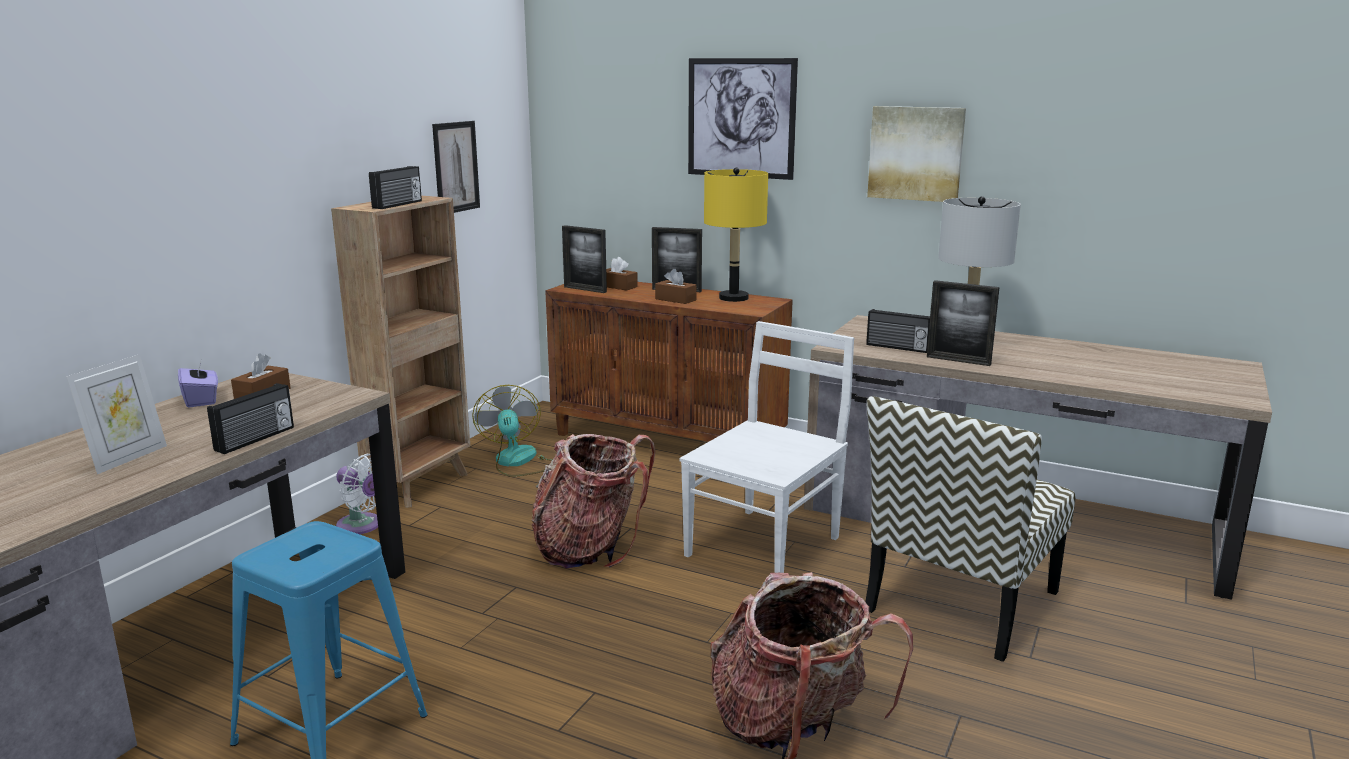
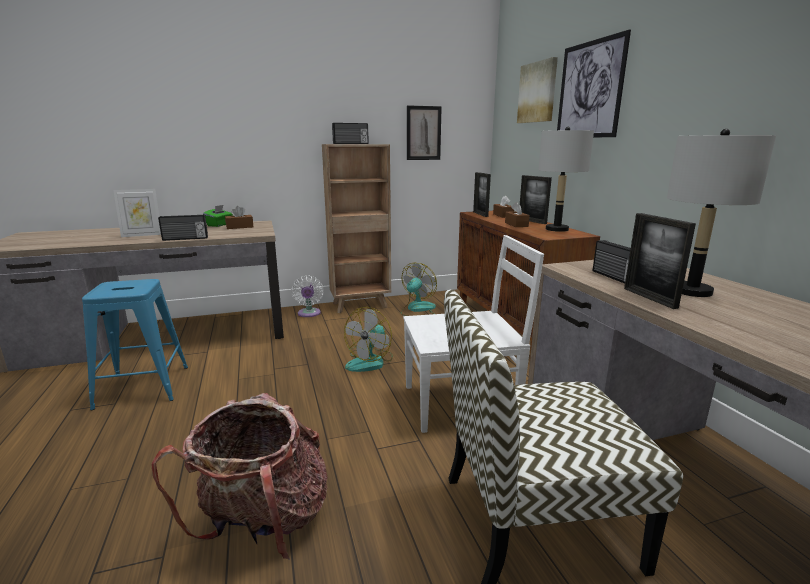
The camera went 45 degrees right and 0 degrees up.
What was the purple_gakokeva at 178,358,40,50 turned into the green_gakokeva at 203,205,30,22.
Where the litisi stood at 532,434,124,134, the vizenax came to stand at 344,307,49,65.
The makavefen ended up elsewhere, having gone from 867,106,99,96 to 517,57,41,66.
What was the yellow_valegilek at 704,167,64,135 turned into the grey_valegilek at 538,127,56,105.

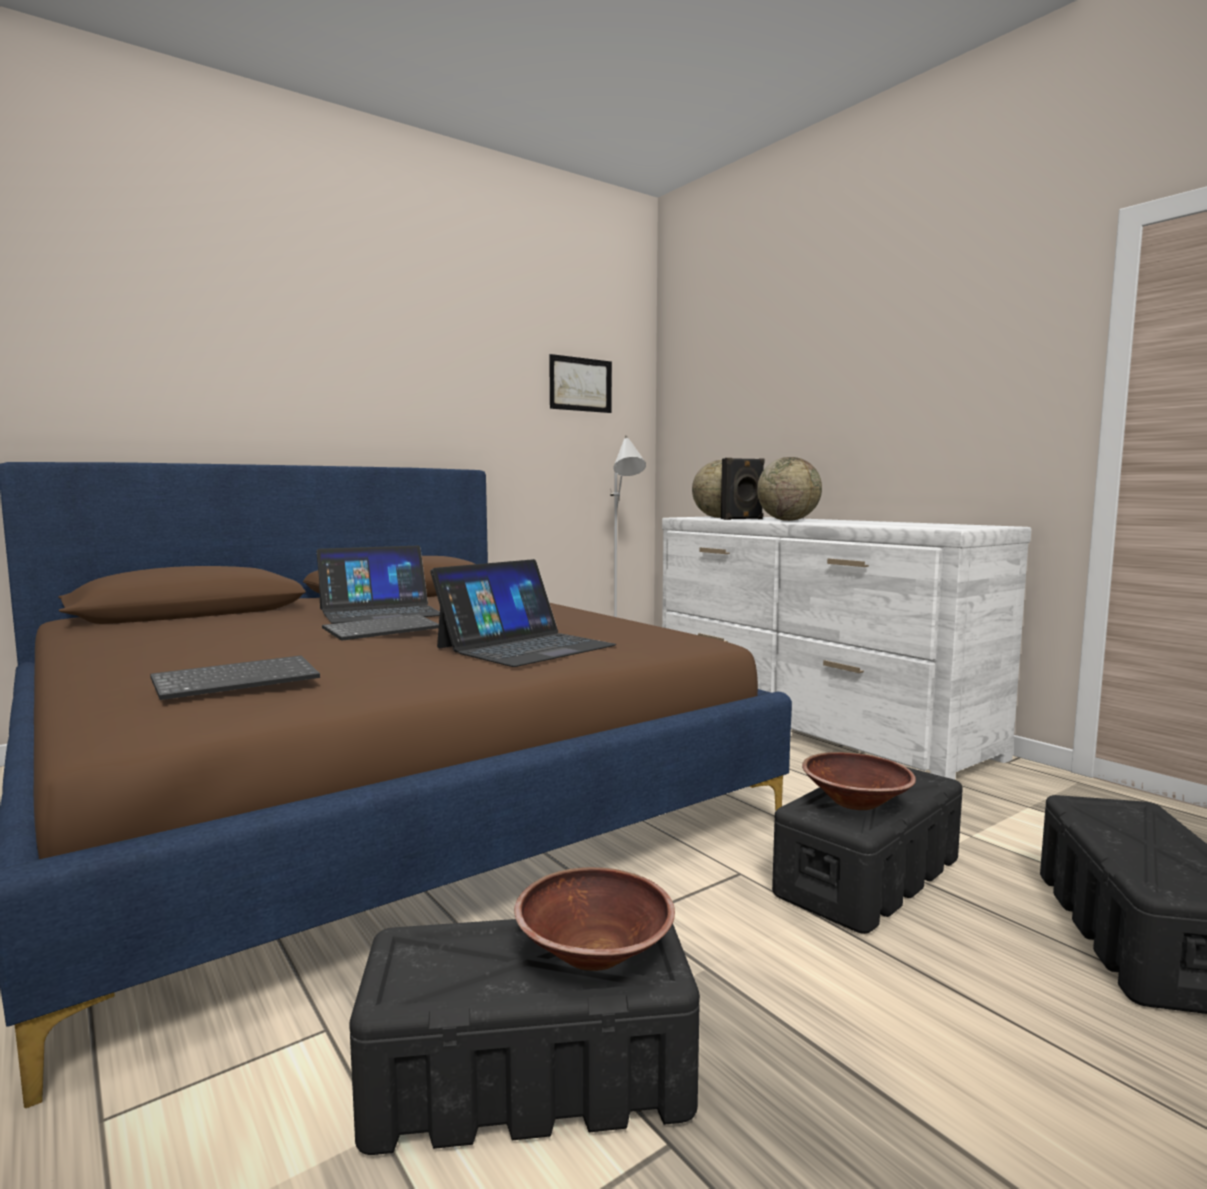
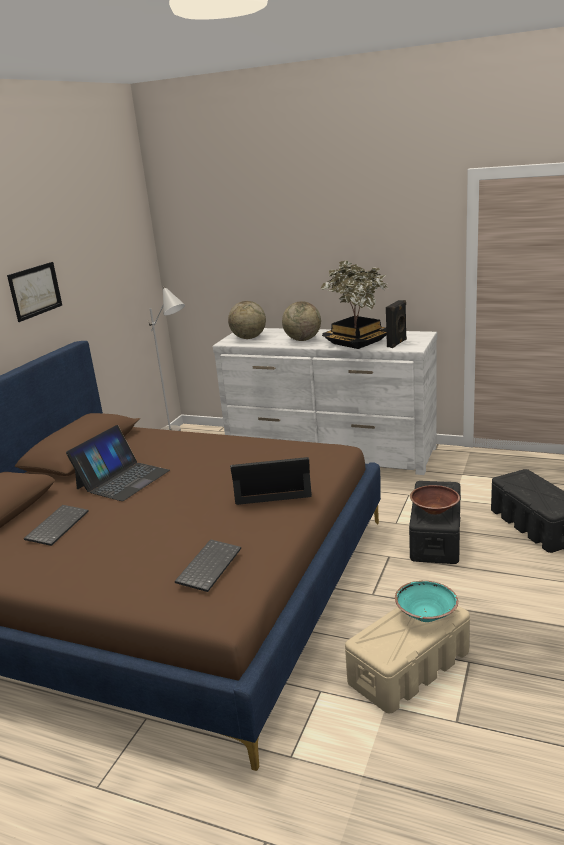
The camera went 30 degrees left and 15 degrees up.
The makavefen ended up elsewhere, having gone from 549,354,63,59 to 7,262,55,60.
The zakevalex ended up elsewhere, having gone from 322,614,117,27 to 24,505,65,41.
The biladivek at 430,559,187,108 ended up facing another way, 105 degrees counterclockwise from before.
The second view gained the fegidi at 321,260,67,89.
What was the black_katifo at 349,919,351,236 turned into the beige_katifo at 345,606,125,107.
The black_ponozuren ended up elsewhere, having gone from 721,458,43,62 to 386,300,21,48.
What was the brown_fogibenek at 514,867,161,104 turned into the turquoise_fogibenek at 395,581,63,41.

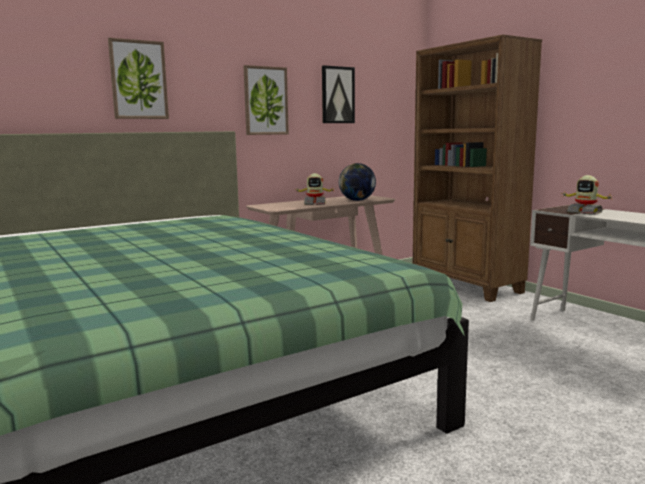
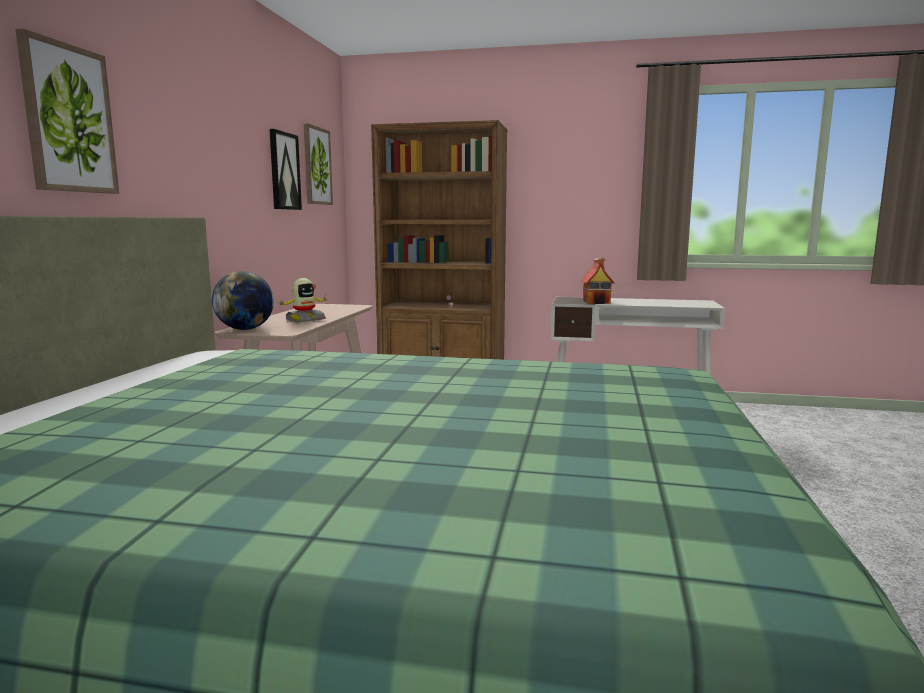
The camera went 45 degrees left and 0 degrees up.
The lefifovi ended up elsewhere, having gone from 339,163,37,38 to 212,271,62,59.
The makavefen ended up elsewhere, having gone from 243,65,46,70 to 304,123,29,82.
Where the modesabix stood at 563,175,49,40, the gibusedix came to stand at 581,258,34,46.

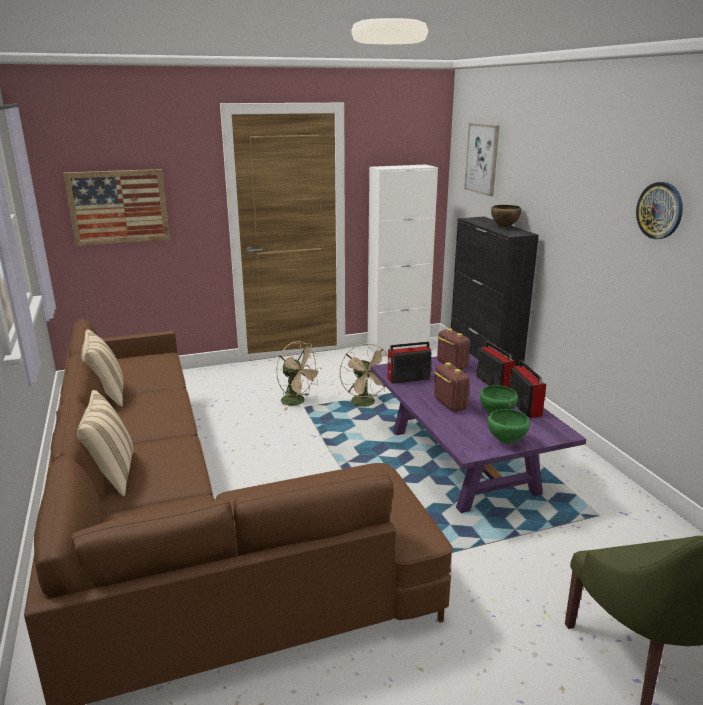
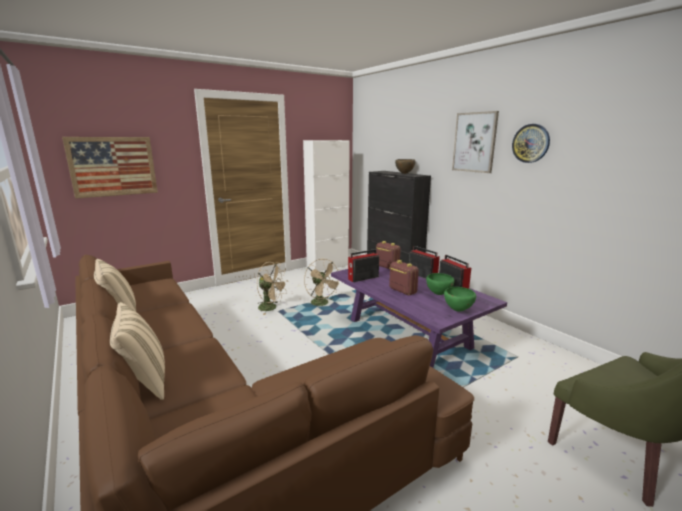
The camera went 15 degrees left and 5 degrees down.
The makavefen ended up elsewhere, having gone from 464,123,35,73 to 452,111,47,62.

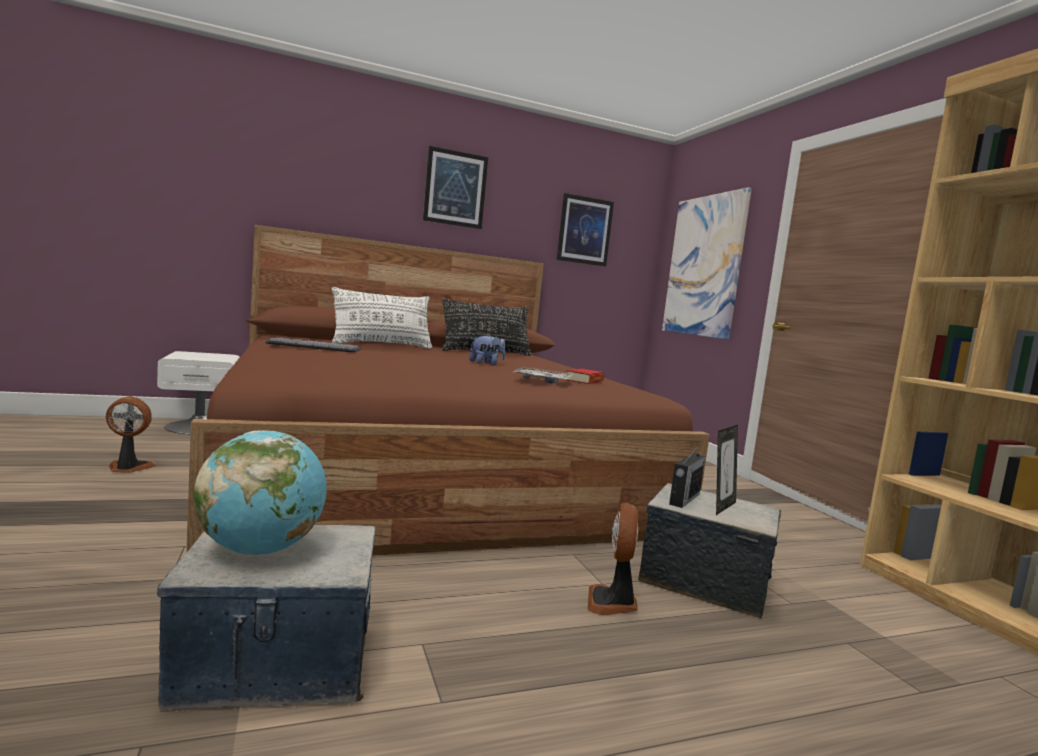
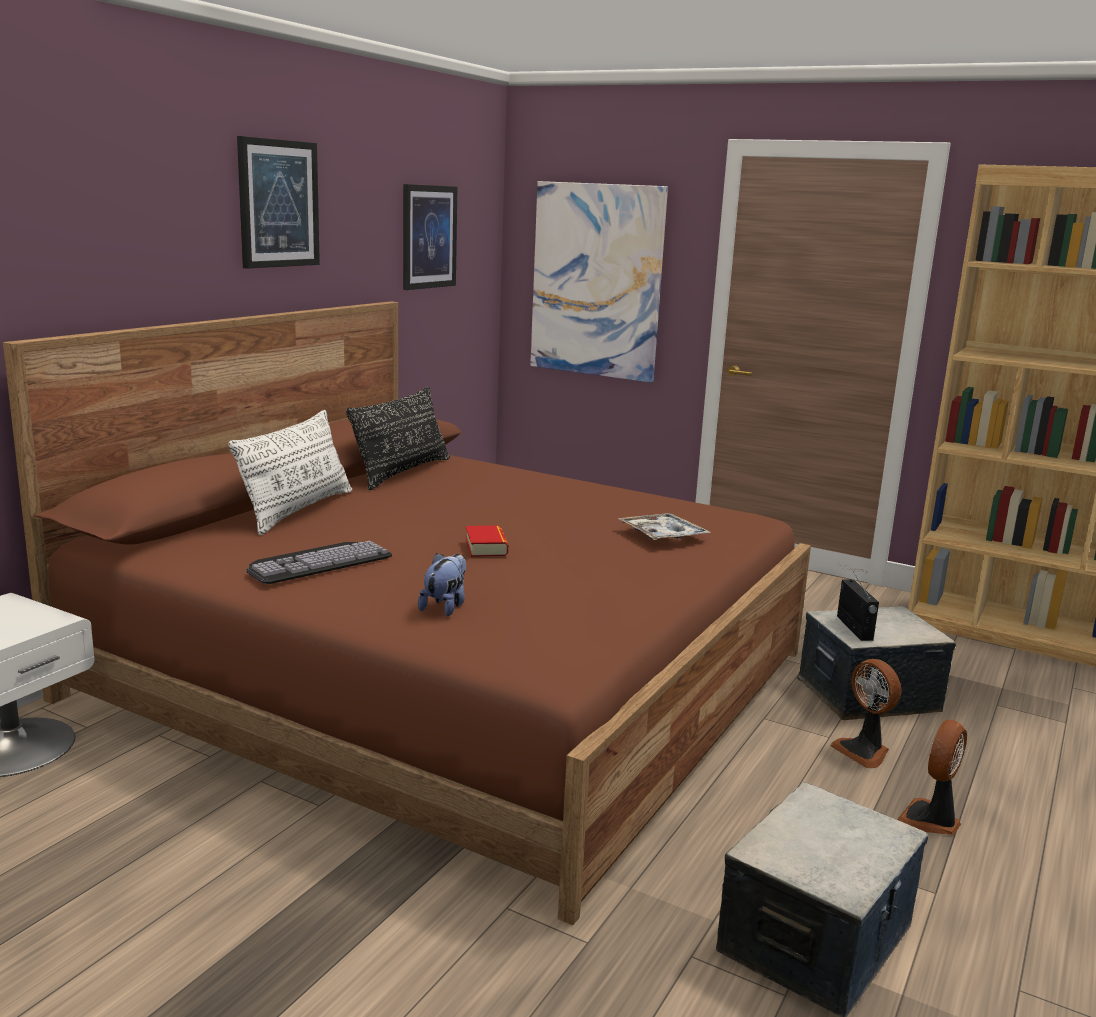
The camera went 40 degrees left and 10 degrees up.
The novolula ended up elsewhere, having gone from 469,335,36,30 to 418,553,48,63.
The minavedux ended up elsewhere, having gone from 566,369,38,15 to 466,526,42,31.
The vizenax ended up elsewhere, having gone from 106,397,50,76 to 897,720,70,115.
The second view lost the lefifovi at 194,430,133,125.
The second view lost the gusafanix at 716,425,22,90.

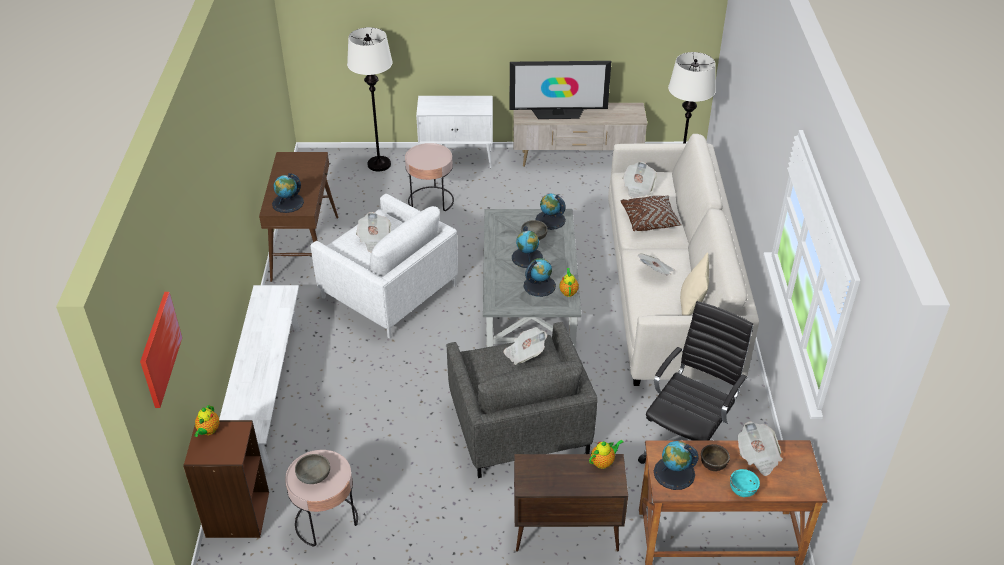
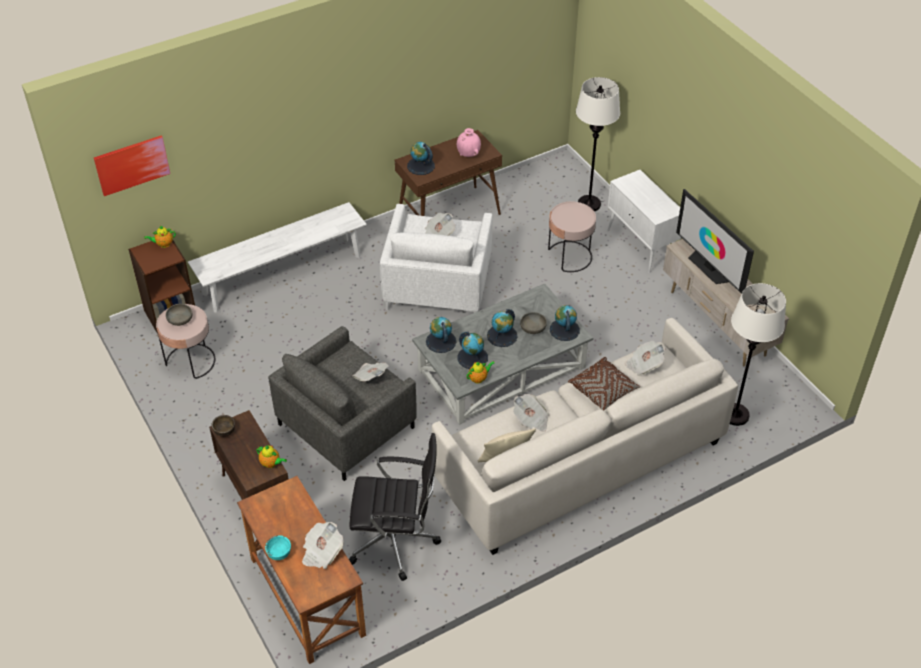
The camera went 60 degrees right and 5 degrees up.
The brown_fogibenek ended up elsewhere, having gone from 701,444,29,27 to 211,415,24,22.
The lefifovi ended up elsewhere, having gone from 654,441,45,49 to 426,317,30,36.
The second view gained the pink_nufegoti at 457,128,24,29.

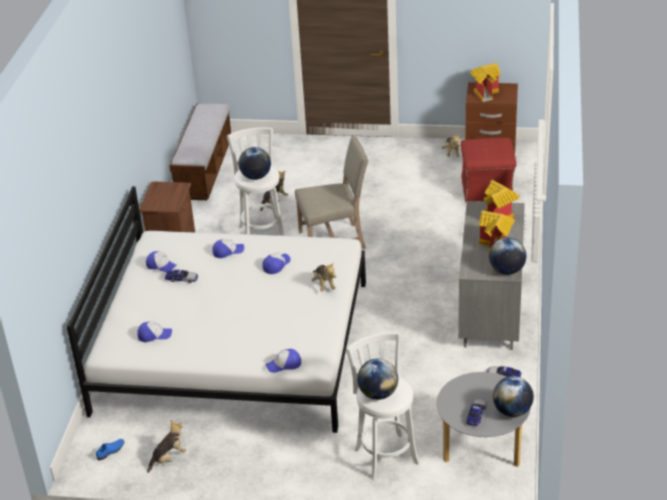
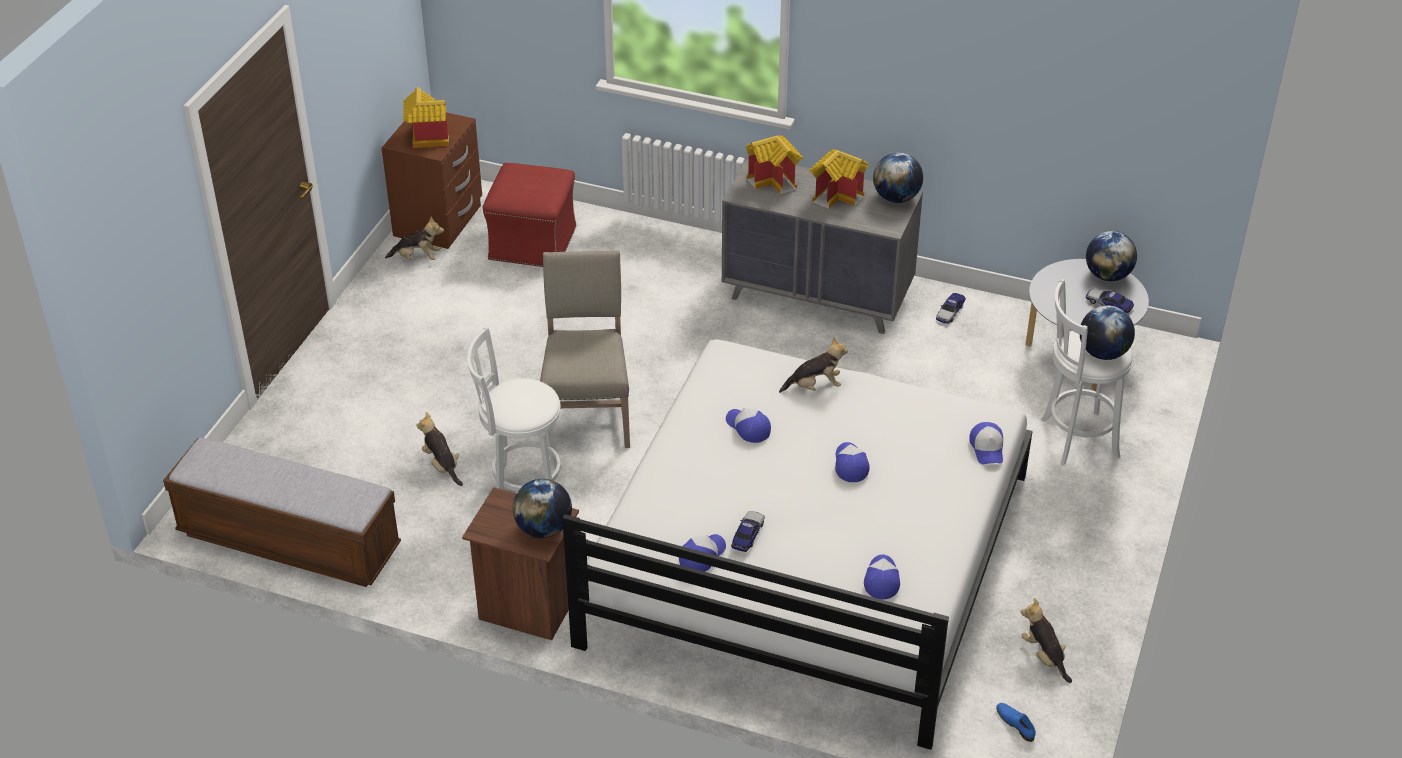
The camera went 80 degrees left and 5 degrees up.
The lefifovi ended up elsewhere, having gone from 238,147,33,33 to 513,479,59,59.
The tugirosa ended up elsewhere, having gone from 212,239,32,19 to 835,442,35,40.

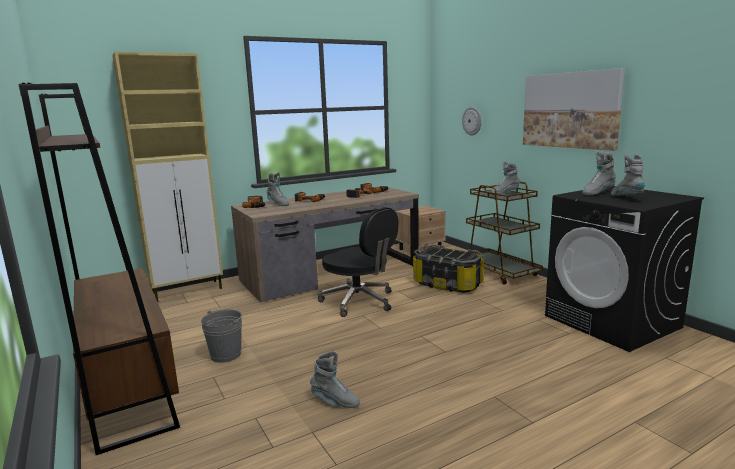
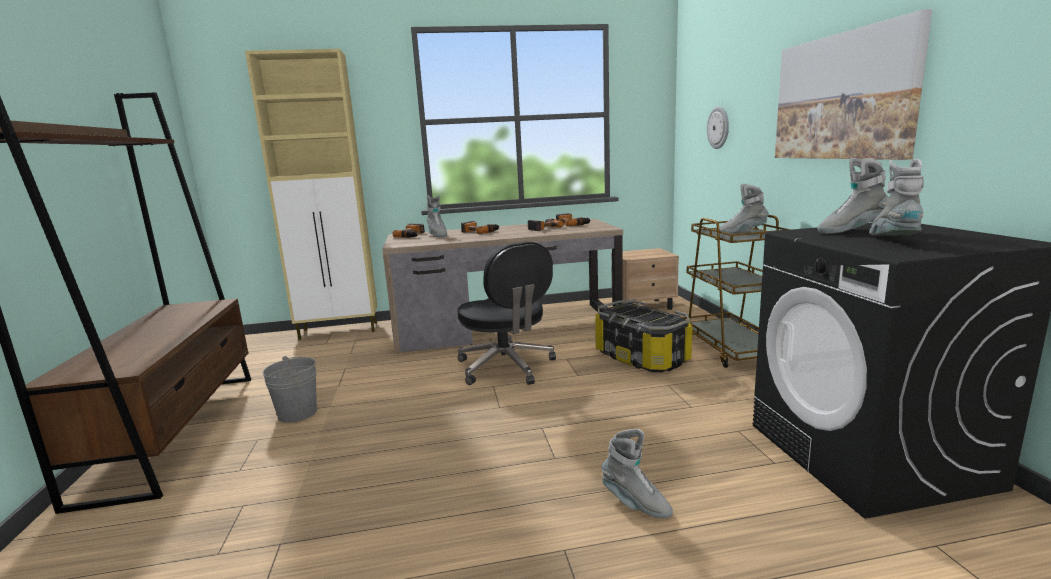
The camera went 20 degrees right and 0 degrees up.
The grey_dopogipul ended up elsewhere, having gone from 310,351,50,57 to 602,429,71,89.

